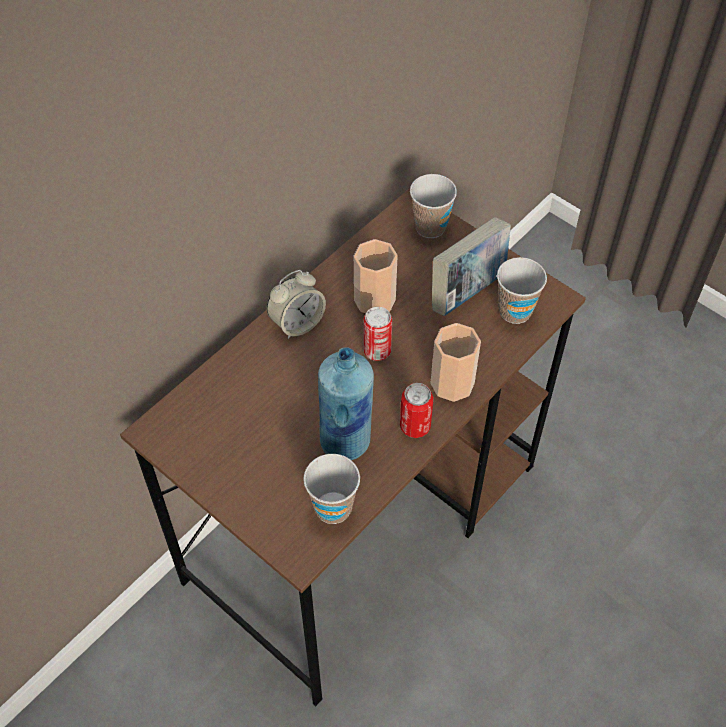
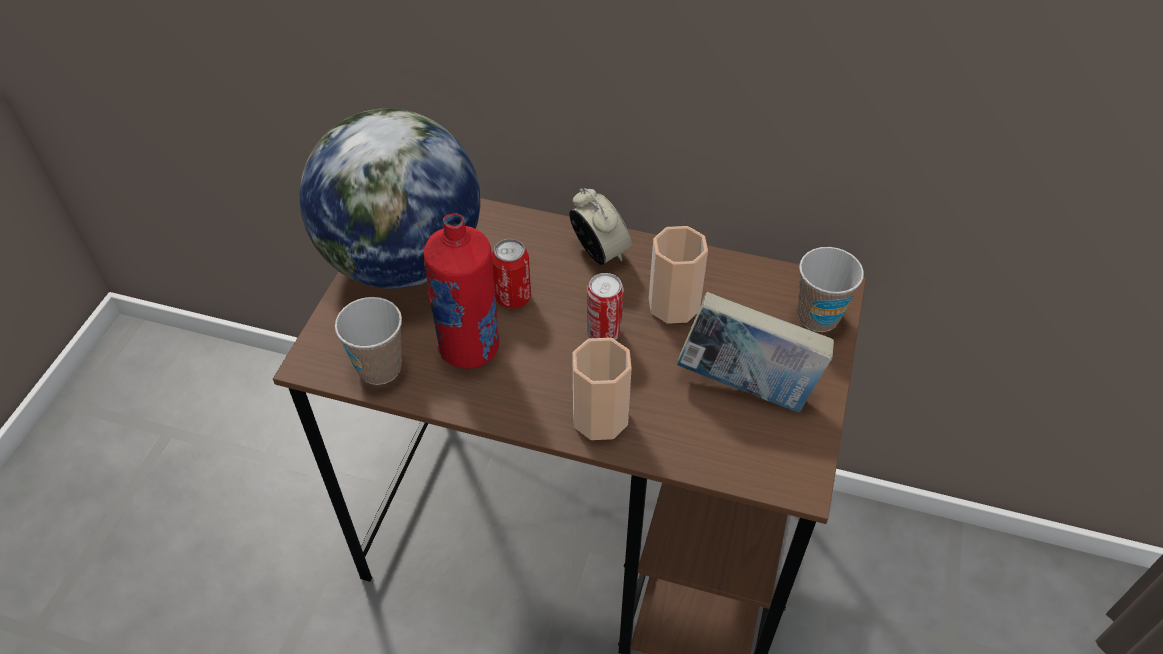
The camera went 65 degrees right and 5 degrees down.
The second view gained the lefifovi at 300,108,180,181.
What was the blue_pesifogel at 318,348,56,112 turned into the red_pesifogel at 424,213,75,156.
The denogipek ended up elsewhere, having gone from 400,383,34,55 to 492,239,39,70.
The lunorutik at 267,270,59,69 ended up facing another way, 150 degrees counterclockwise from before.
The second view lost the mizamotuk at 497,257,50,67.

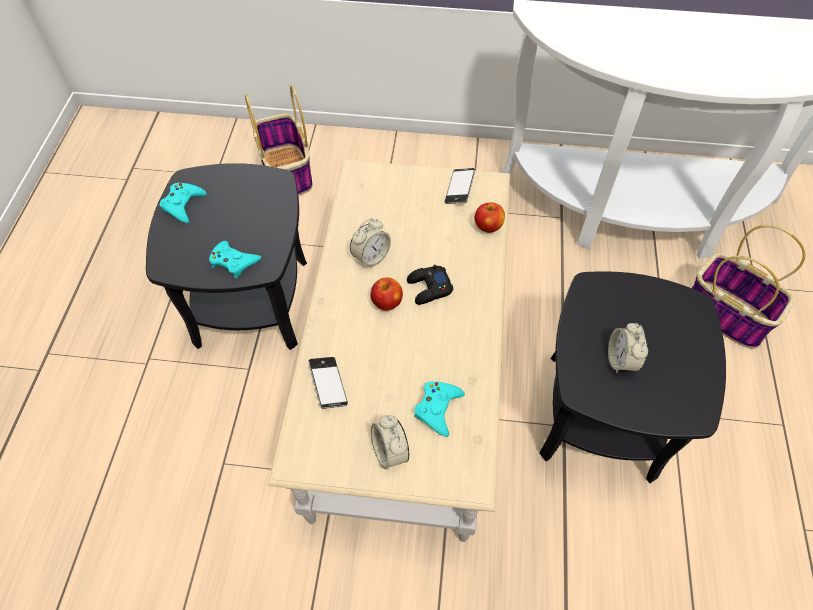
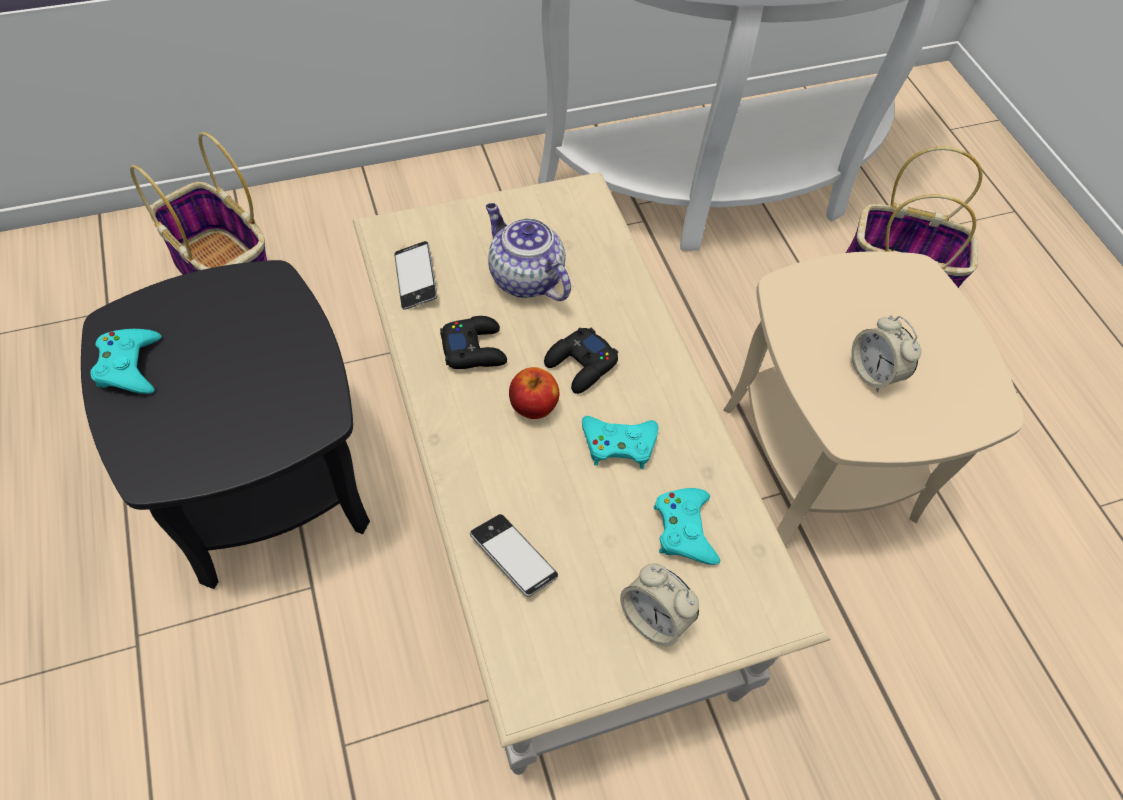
The camera went 30 degrees left and 0 degrees up.
The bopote ended up elsewhere, having gone from 445,168,30,36 to 394,241,43,69.
Where the lunorutik stood at 350,218,41,51, the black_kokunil came to stand at 440,316,67,53.
The second view gained the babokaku at 486,203,85,98.
The turquoise_kokunil ended up elsewhere, having gone from 209,241,52,37 to 582,416,77,53.
What was the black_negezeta at 539,272,187,211 turned into the beige_negezeta at 723,251,301,296.
The second view lost the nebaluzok at 475,202,30,31.

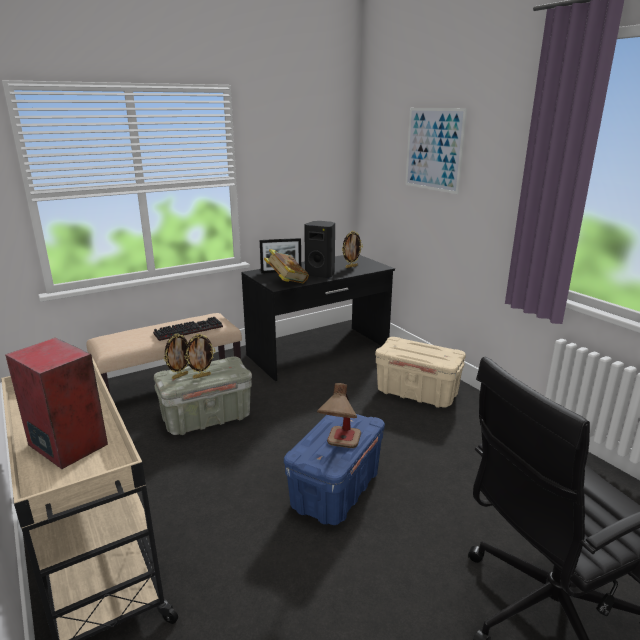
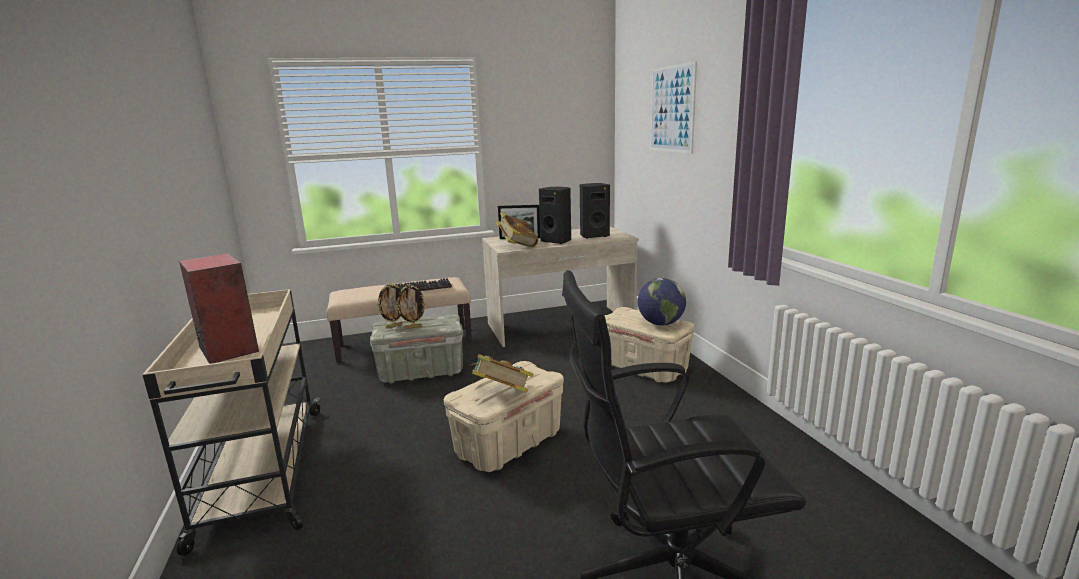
The camera went 15 degrees right and 5 degrees down.
What was the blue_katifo at 284,414,101,111 turned into the beige_katifo at 444,361,120,111.
Where the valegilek stood at 317,383,44,65, the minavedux came to stand at 470,354,63,39.
What was the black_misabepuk at 241,255,154,126 turned into the beige_misabepuk at 482,227,157,120.
Where the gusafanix stood at 342,231,21,37, the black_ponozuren came to stand at 580,183,30,56.
The second view gained the lefifovi at 638,278,48,48.

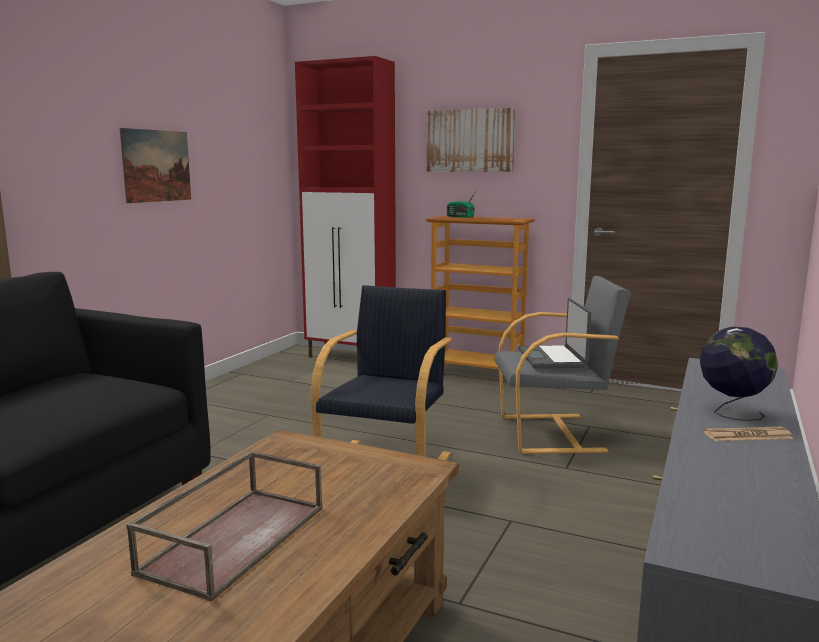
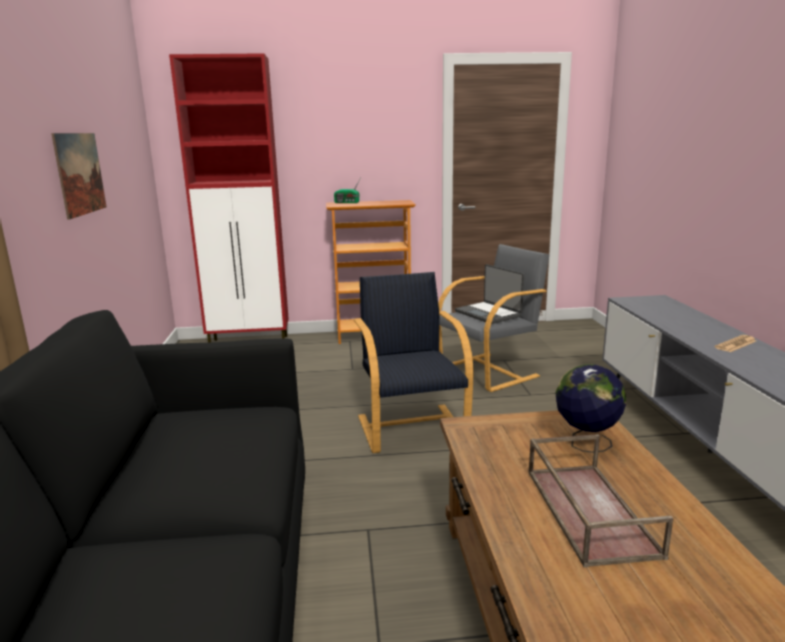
The camera went 30 degrees left and 5 degrees up.
The lefifovi ended up elsewhere, having gone from 700,327,78,94 to 555,364,71,89.
The second view lost the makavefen at 427,108,88,64.

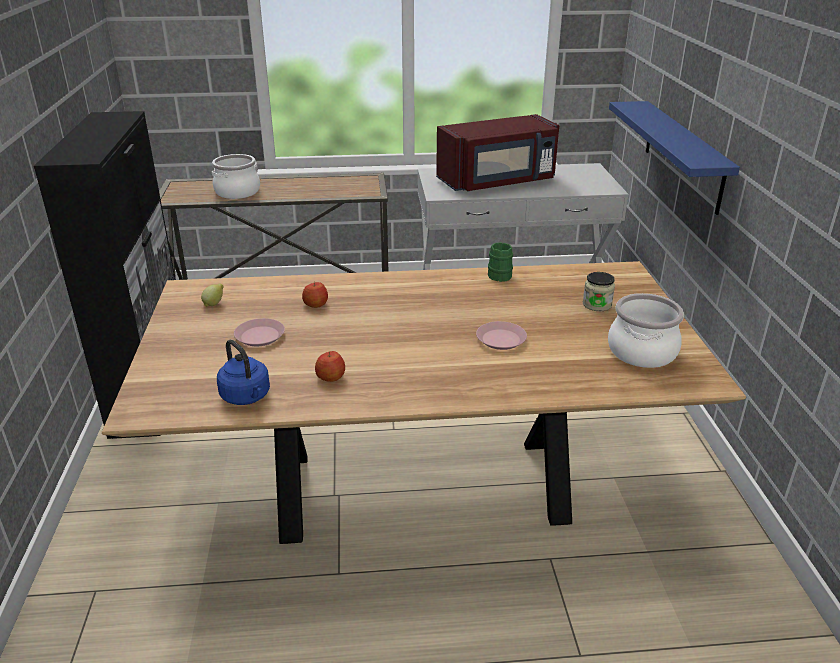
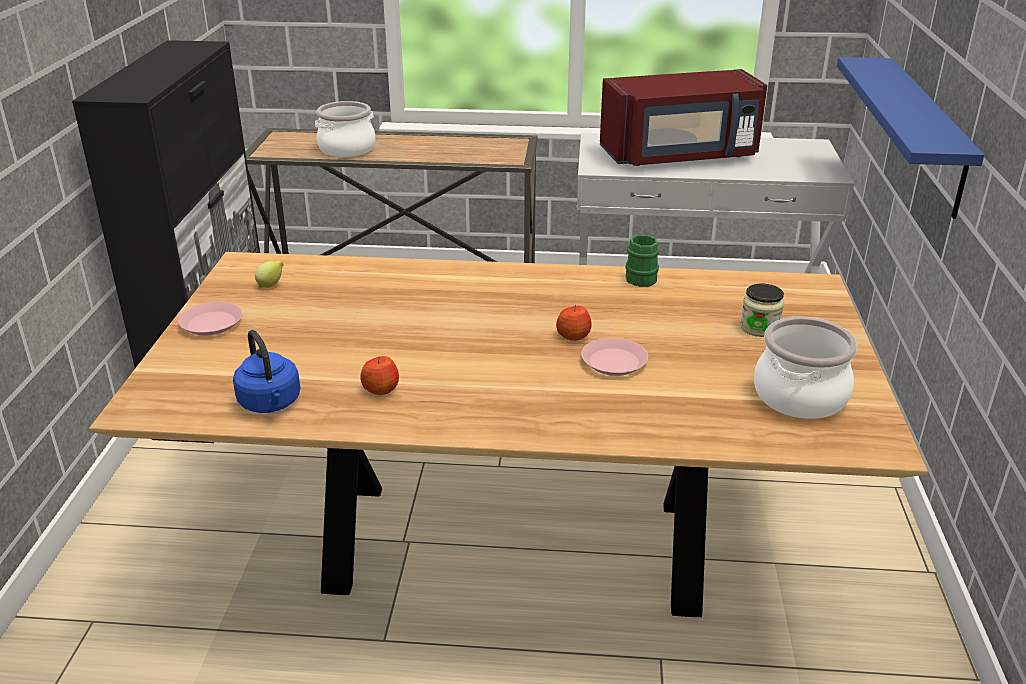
The camera went 10 degrees right and 0 degrees up.
The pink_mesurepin ended up elsewhere, having gone from 234,318,51,28 to 178,302,65,34.
The nebaluzok ended up elsewhere, having gone from 302,281,26,27 to 556,305,36,36.

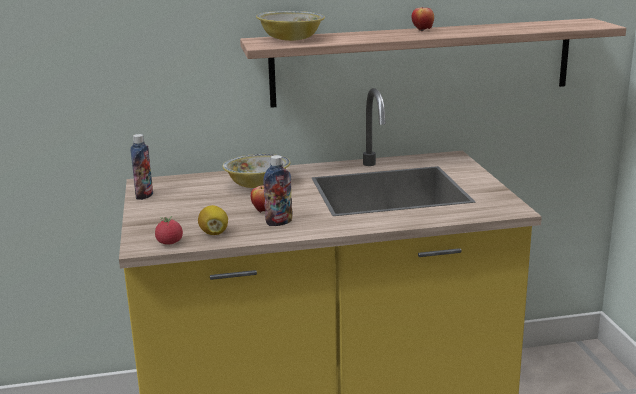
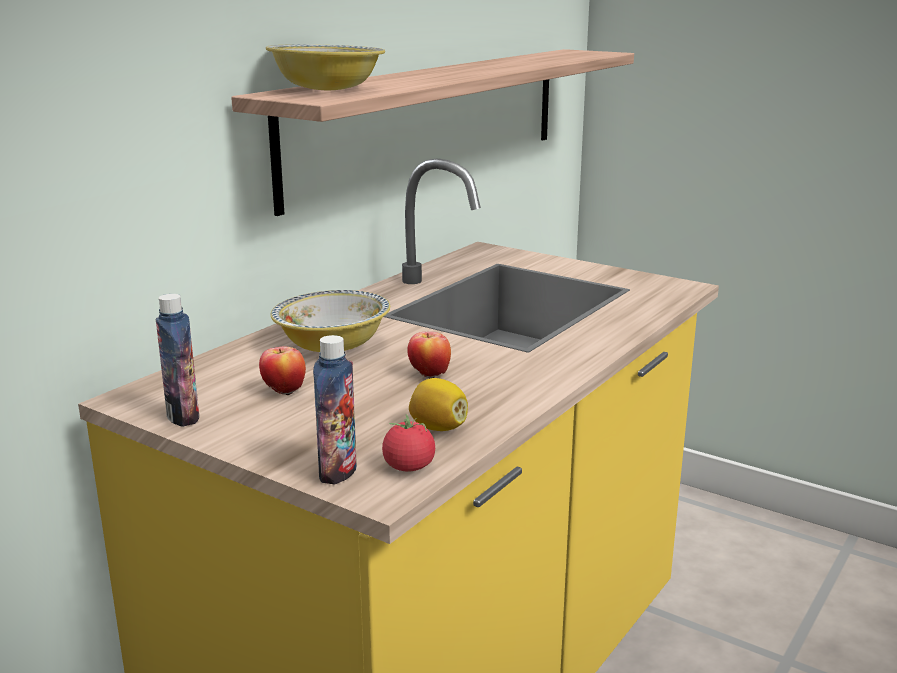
The camera went 45 degrees left and 0 degrees up.
The nebaluzok ended up elsewhere, having gone from 412,7,22,24 to 259,346,47,50.
The pesifogel ended up elsewhere, having gone from 263,155,30,71 to 313,335,44,150.

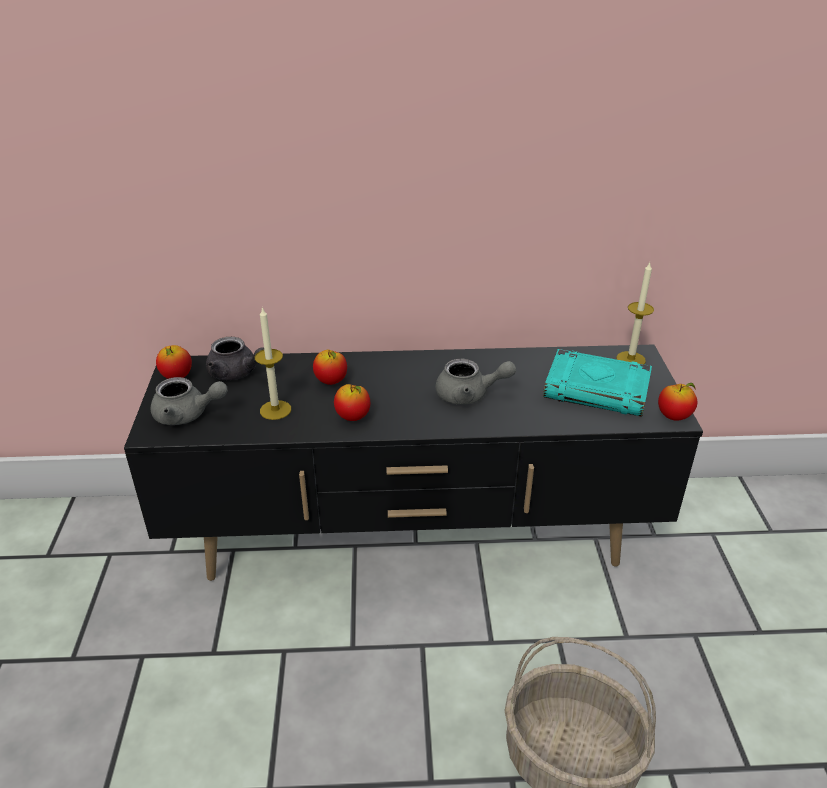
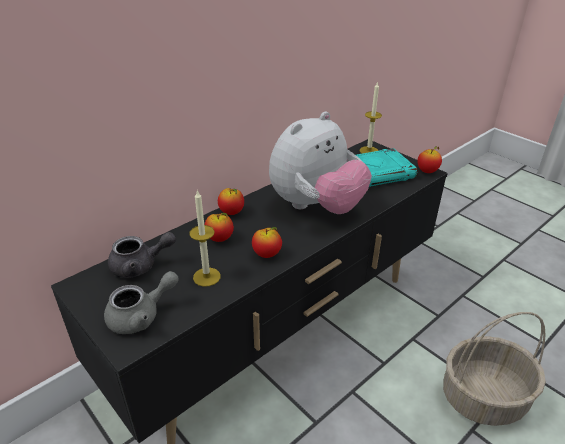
The camera went 40 degrees left and 0 degrees up.
The nebaluzok ended up elsewhere, having gone from 156,345,36,34 to 218,188,26,27.
Where the grey_babokaku stood at 436,359,80,46, the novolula came to stand at 269,111,103,103.

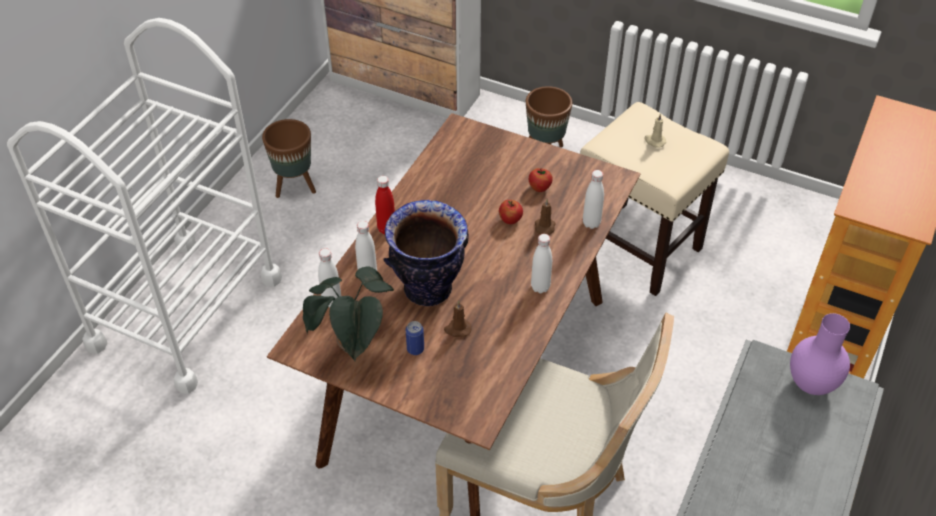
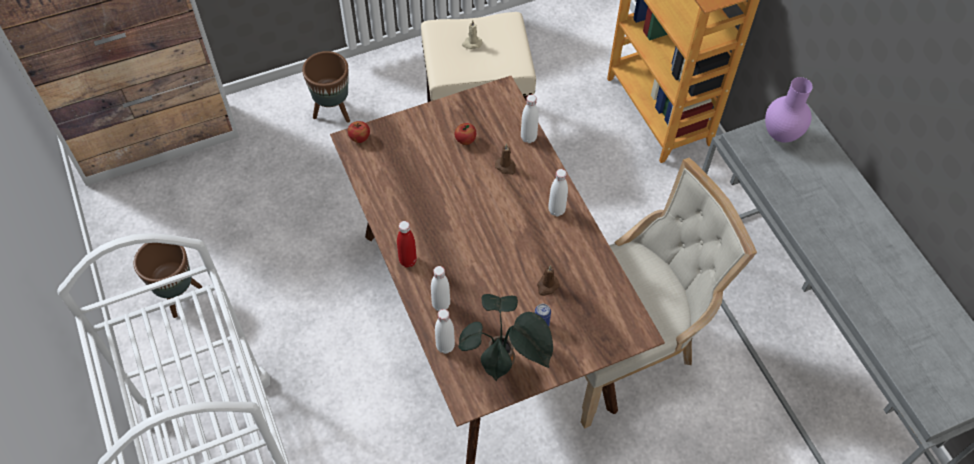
The camera went 50 degrees left and 10 degrees up.
The nebaluzok ended up elsewhere, having gone from 499,200,24,24 to 348,121,22,22.
The second view lost the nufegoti at 383,200,86,106.

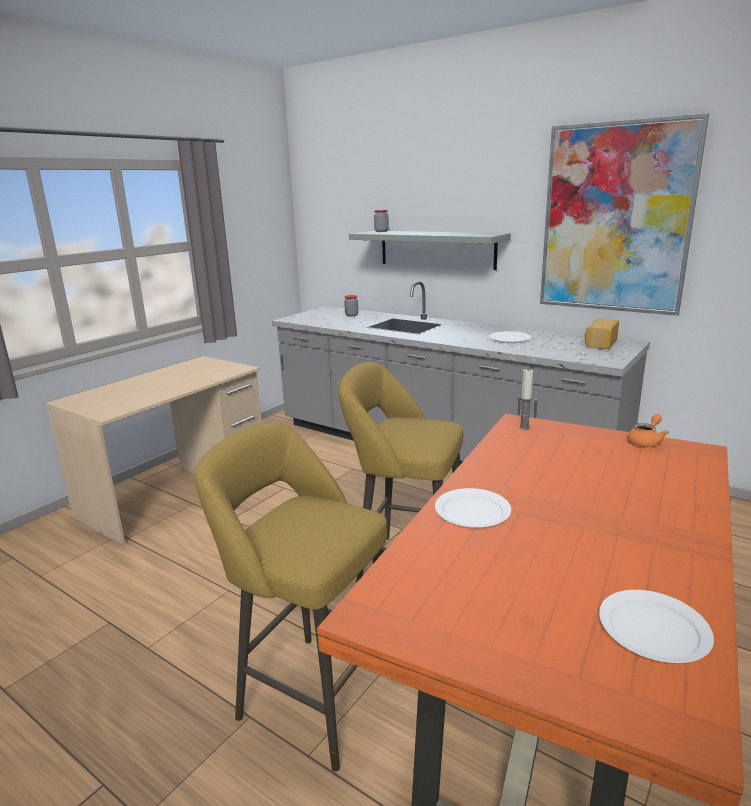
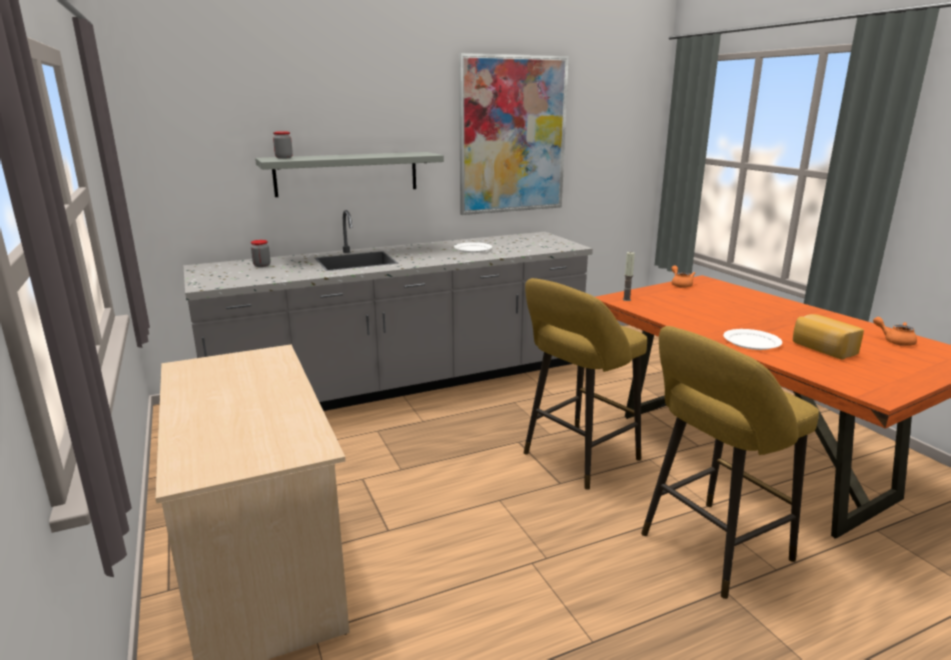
The camera went 60 degrees left and 0 degrees up.
The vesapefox ended up elsewhere, having gone from 585,318,34,31 to 793,314,71,45.
Where the white_mesurepin stood at 599,590,115,73, the orange_babokaku came to stand at 873,317,44,29.

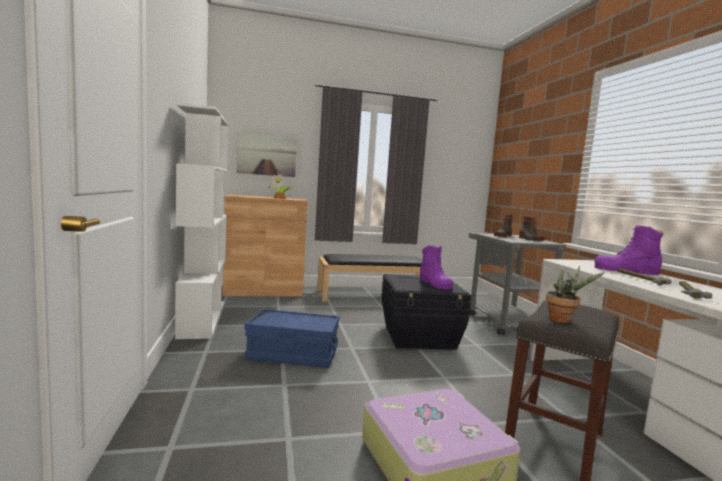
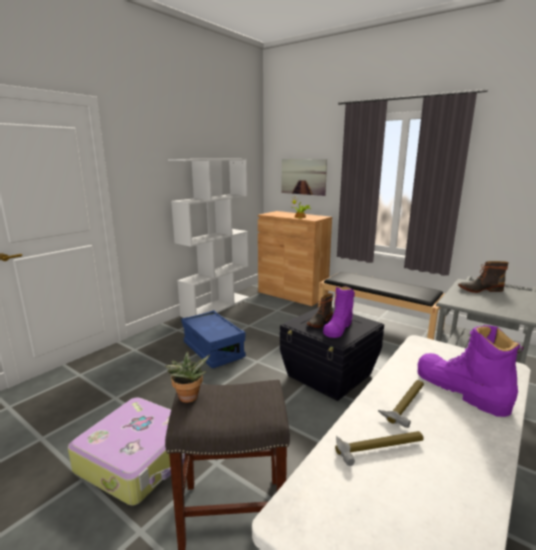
The camera went 50 degrees right and 10 degrees up.
The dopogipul ended up elsewhere, having gone from 519,216,26,25 to 307,293,26,35.

